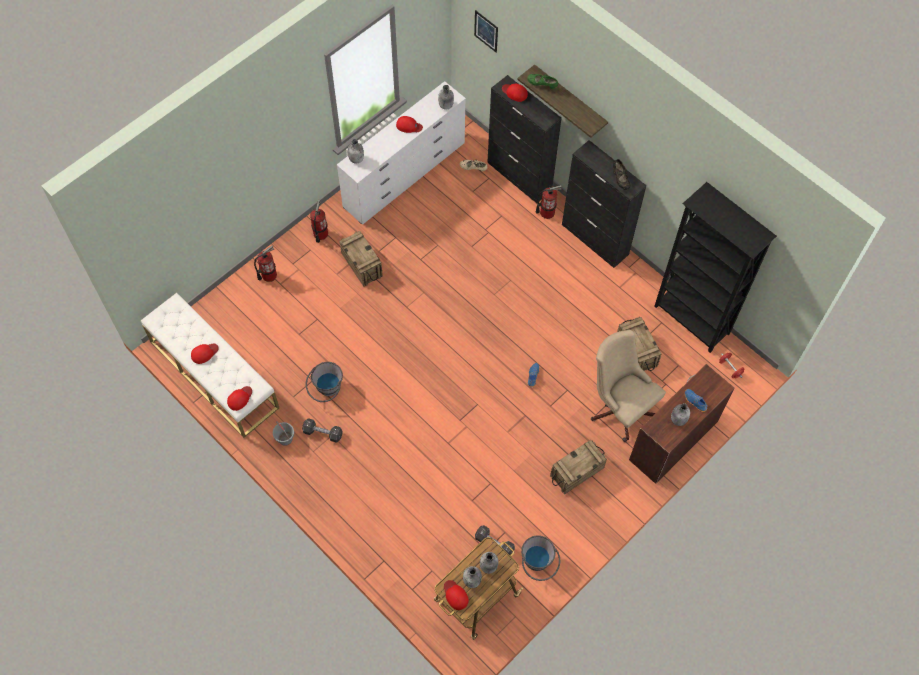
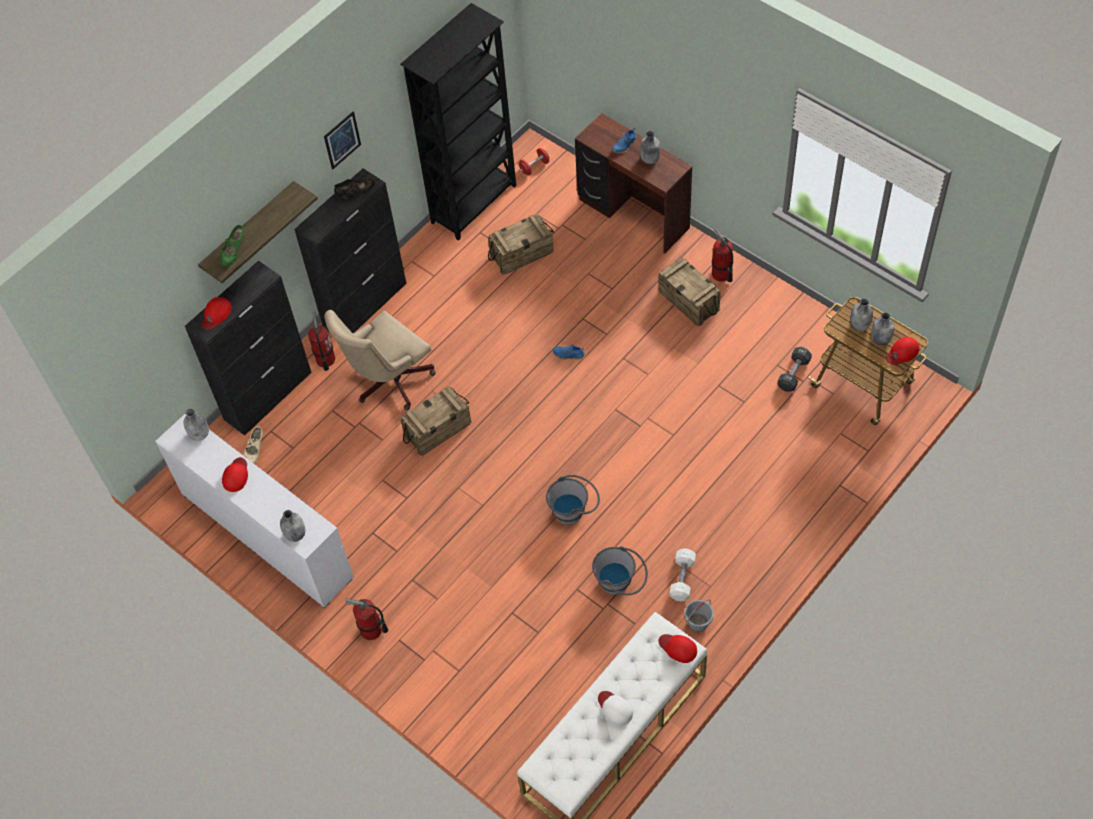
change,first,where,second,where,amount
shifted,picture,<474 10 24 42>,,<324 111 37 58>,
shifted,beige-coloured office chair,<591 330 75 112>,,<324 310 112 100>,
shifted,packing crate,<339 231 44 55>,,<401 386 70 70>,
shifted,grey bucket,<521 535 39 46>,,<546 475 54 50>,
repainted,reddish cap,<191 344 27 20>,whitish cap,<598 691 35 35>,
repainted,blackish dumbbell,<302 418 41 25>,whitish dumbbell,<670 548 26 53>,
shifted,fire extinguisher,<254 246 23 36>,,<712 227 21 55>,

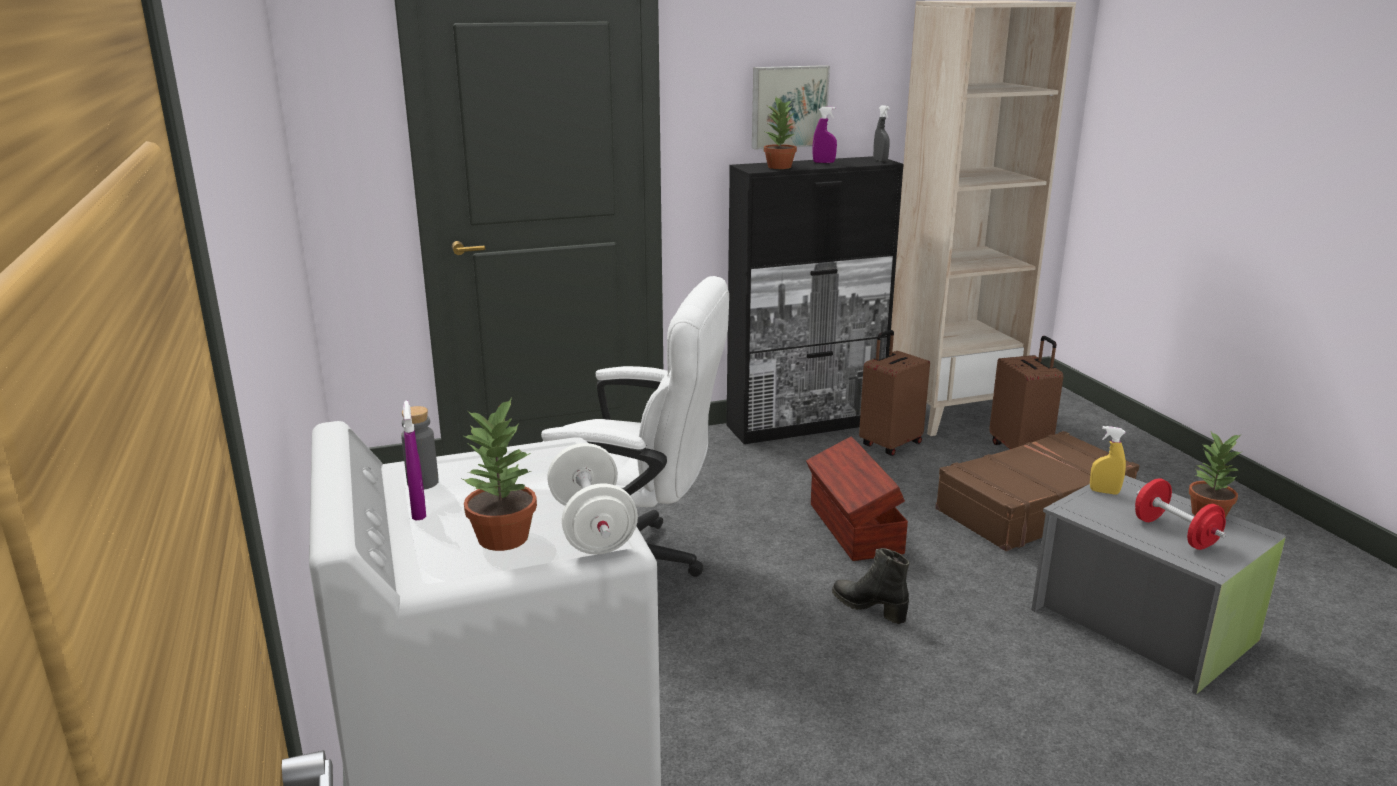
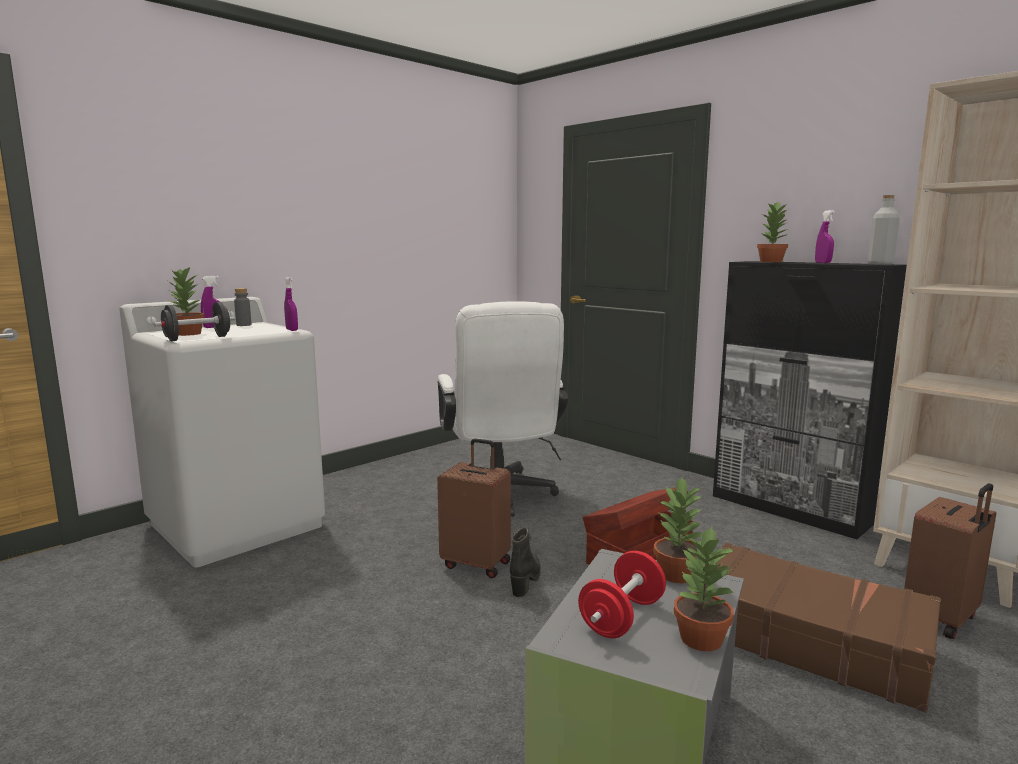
change,first,where,second,where,amount
repainted,whitish dumbbell,<547 443 91 112>,blackish dumbbell,<154 302 81 39>,
new,,,purplish hand sprayer,<284 277 14 54>,
shifted,brownish suitcase,<859 330 71 126>,,<437 438 74 140>,
swapped,yellow-coloured hand sprayer,<1090 426 36 69>,potted plant,<653 477 50 106>,
swapped,grey hand sprayer,<873 105 17 57>,grey drink bottle,<868 195 32 70>,
gone,picture,<752 65 78 85>,,,

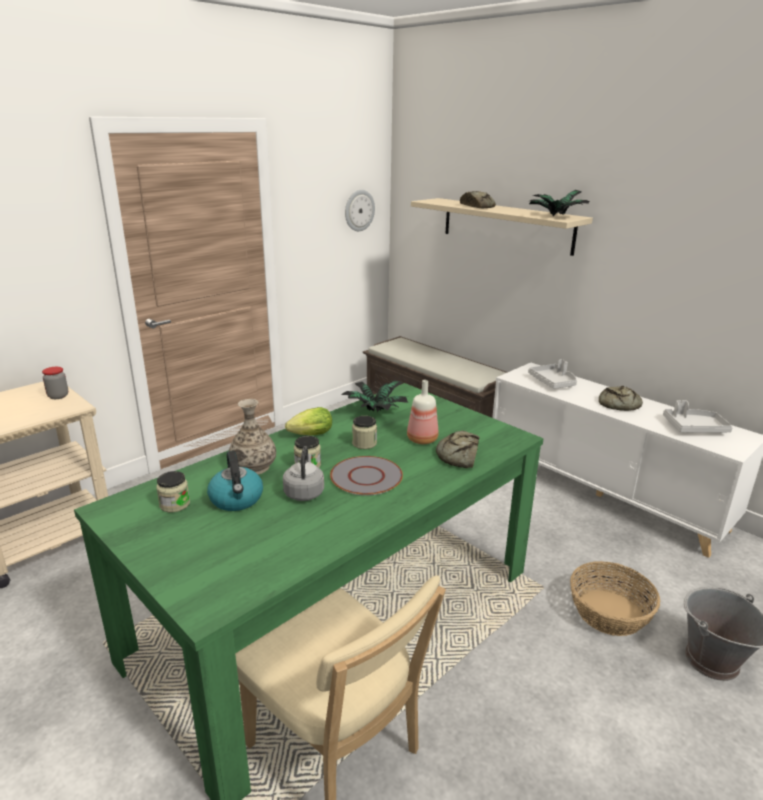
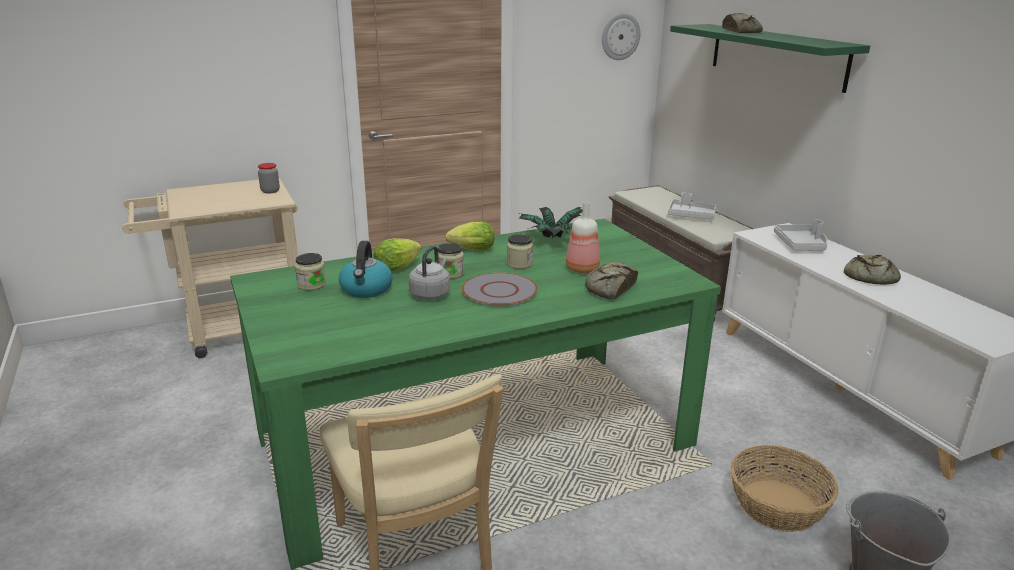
change,first,where,second,where,amount
swapped,vase,<229 399 47 76>,lettuce head,<374 238 48 33>,
shifted,grey tray,<663 401 69 32>,,<668 192 48 28>,
repainted,beige-coloured shelf,<411 198 182 58>,green-coloured shelf,<670 24 200 69>,
gone,potted plant,<529 190 61 26>,,,

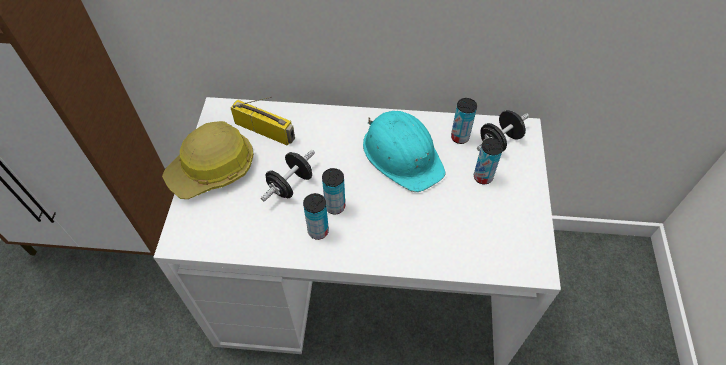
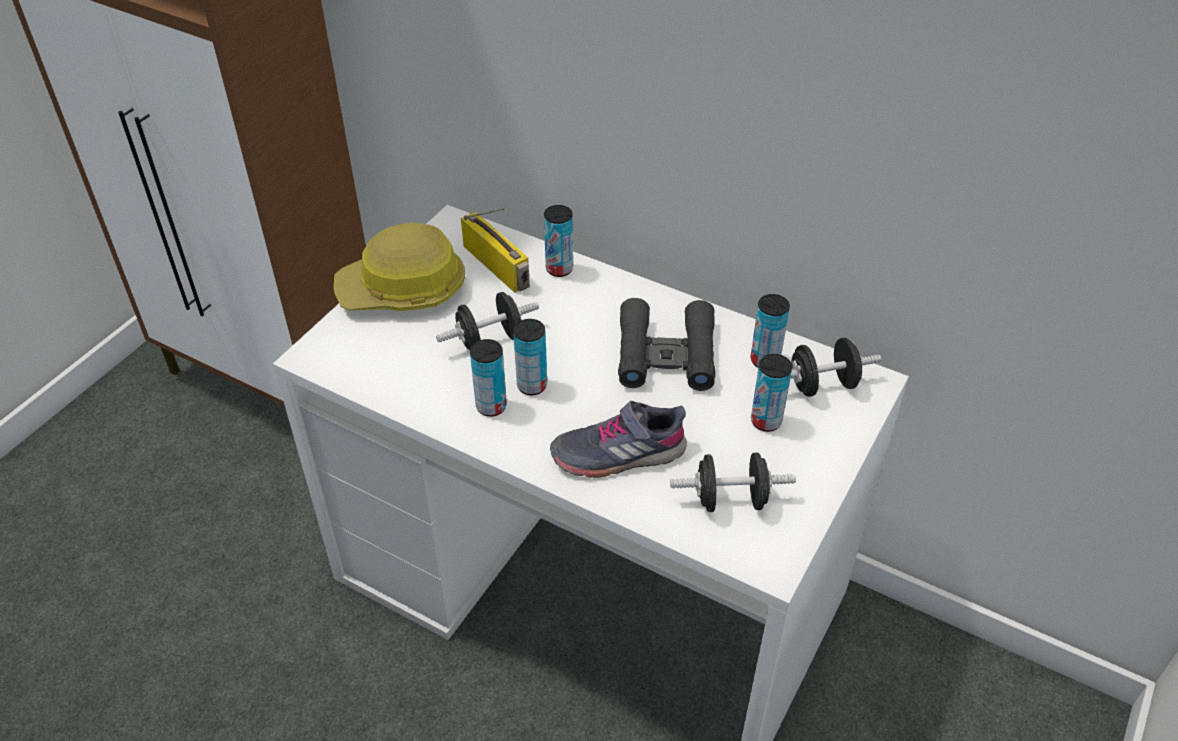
change,first,where,second,where,amount
new,,,metal can,<544 205 29 72>,
new,,,grey shoe,<550 401 137 77>,
swapped,turquoise safety helmet,<363 111 83 81>,blackish field glasses,<618 298 98 93>,
new,,,blackish dumbbell,<670 452 126 60>,

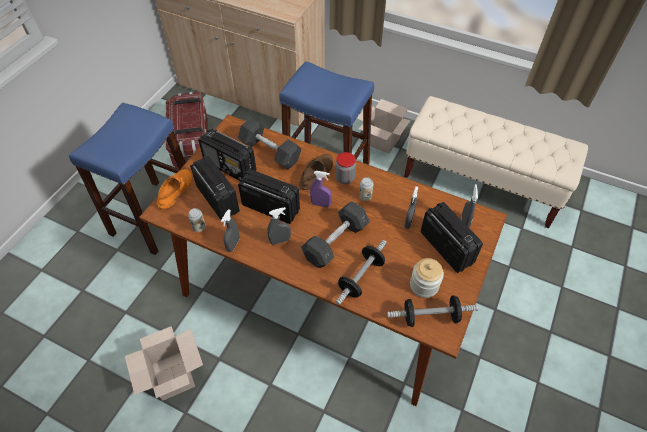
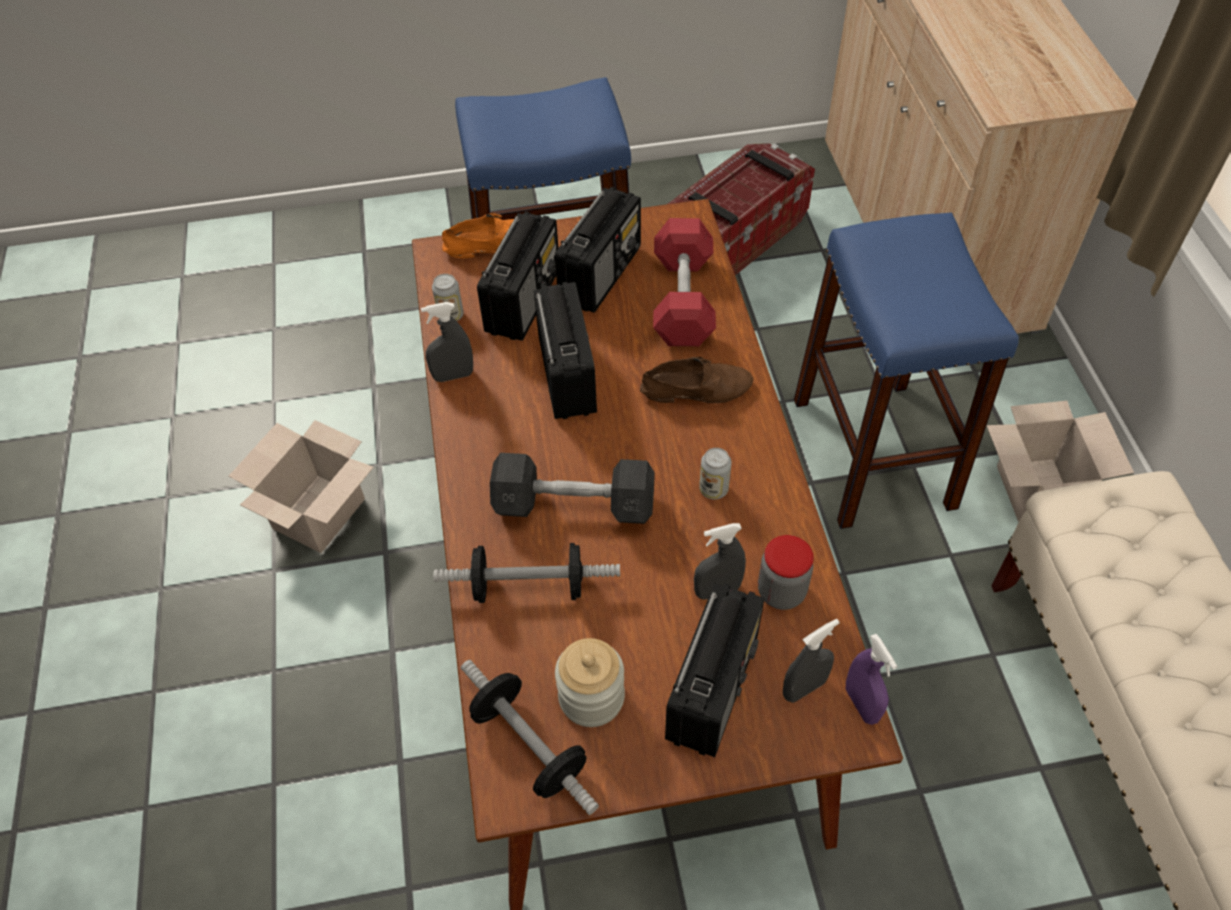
change,first,where,second,where,amount
rotated,radio set,<198 129 58 51>,,<555 187 86 126>,150 degrees counterclockwise
repainted,grey dumbbell,<238 118 63 51>,reddish dumbbell,<653 218 63 128>,
shifted,jar,<335 152 21 32>,,<758 535 56 75>,
shifted,purplish hand sprayer,<310 171 22 36>,,<846 634 52 91>,
gone,grey hand sprayer,<267 207 24 38>,,,

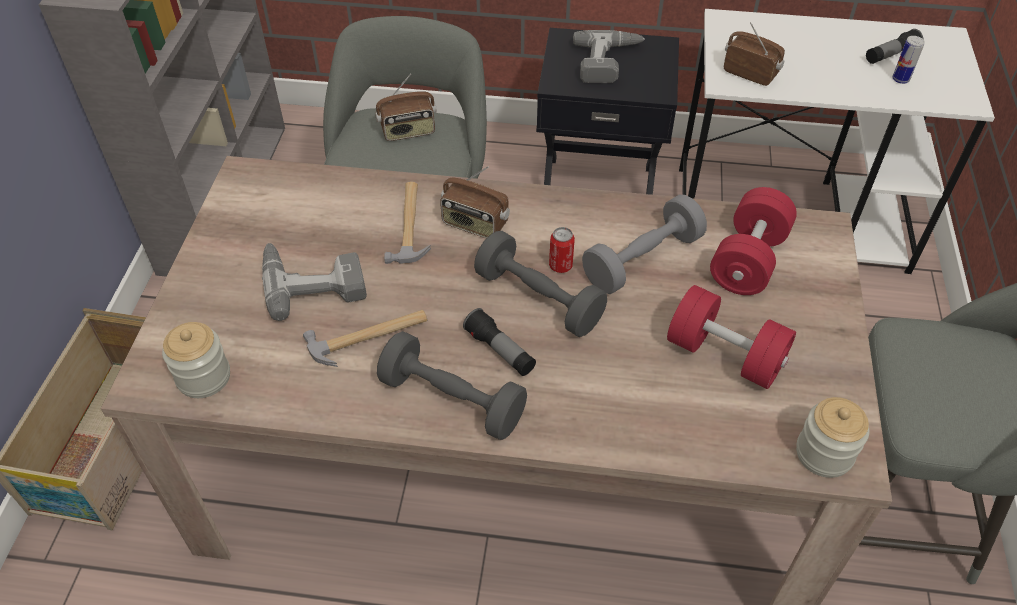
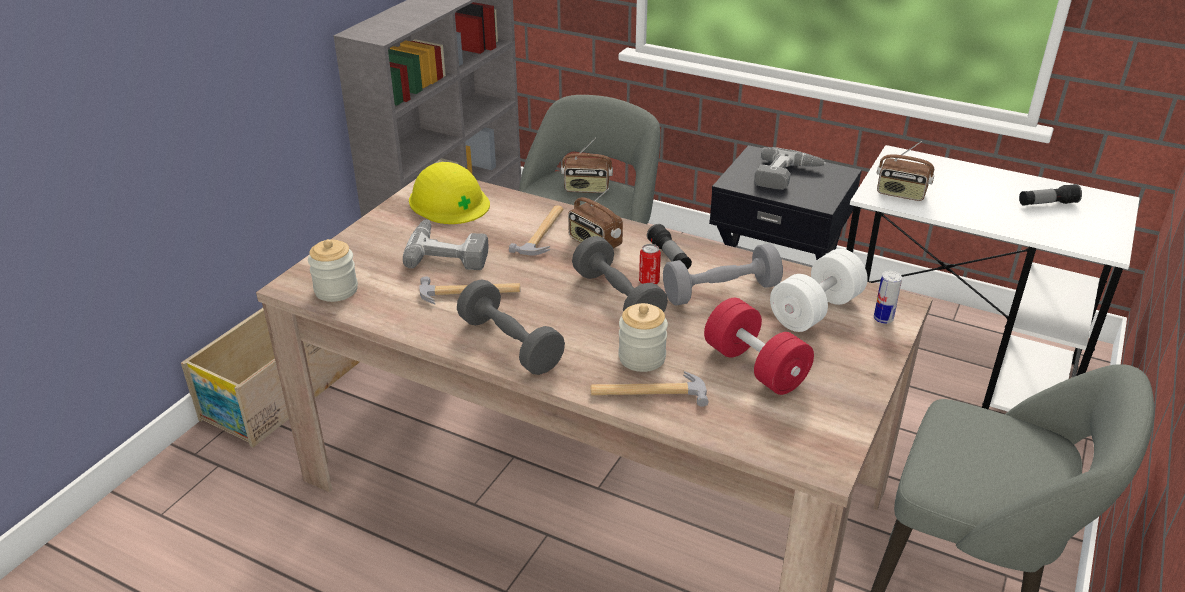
change,first,where,second,where,amount
new,,,yellow-coloured safety helmet,<409 162 81 62>,
new,,,hammer,<590 371 119 35>,
shifted,jar,<796 397 73 81>,,<618 303 50 69>,
shifted,flashlight,<463 308 73 68>,,<647 224 45 45>,
repainted,reddish dumbbell,<710 187 87 108>,whitish dumbbell,<770 249 98 83>,
shifted,metal can,<892 36 33 48>,,<874 271 28 53>,
rotated,radio set,<724 22 61 64>,,<877 141 57 60>,150 degrees clockwise

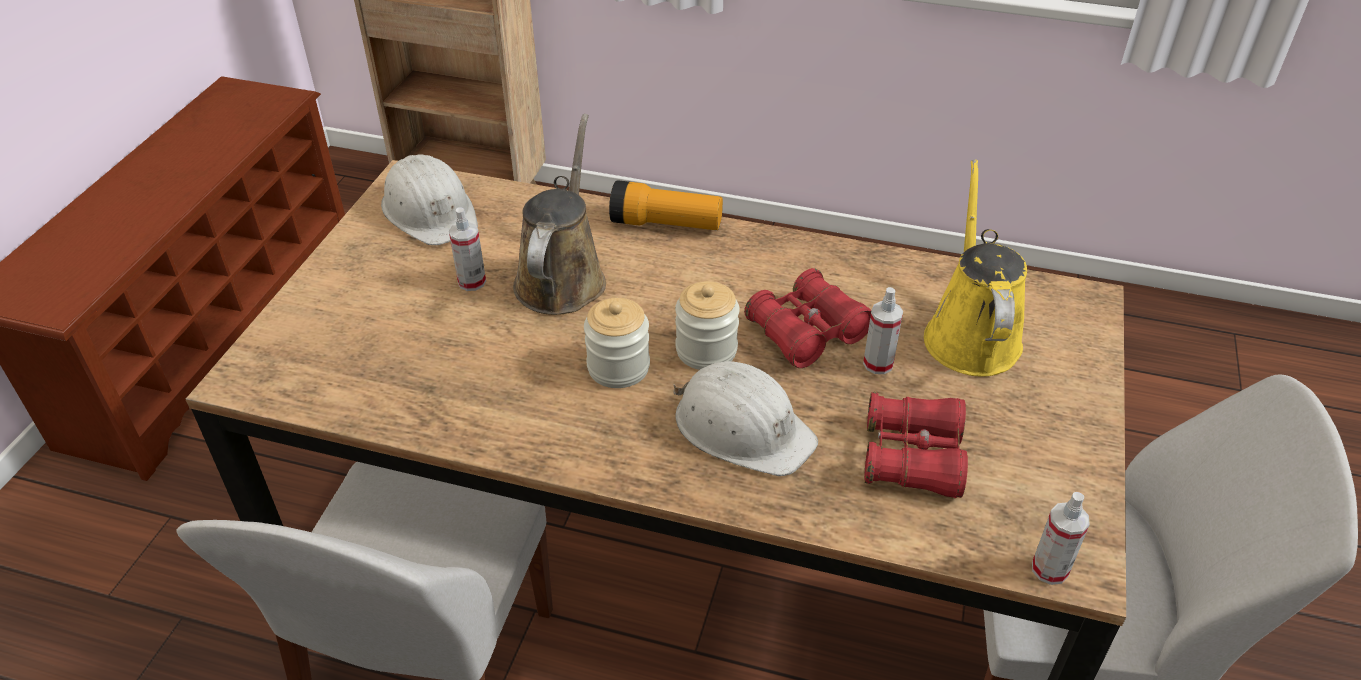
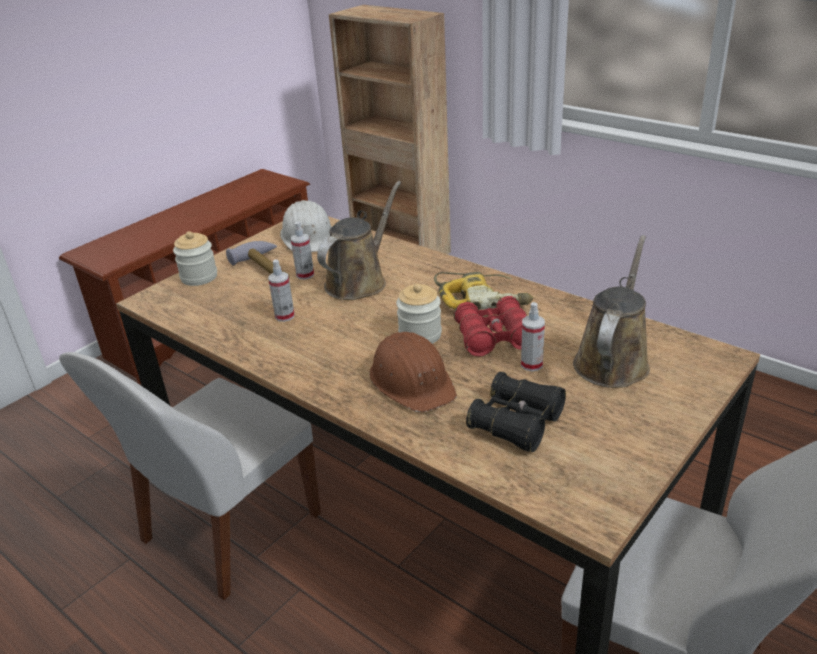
change,first,where,second,where,amount
shifted,jar,<584 298 66 90>,,<173 231 44 55>,
new,,,hammer,<226 241 63 35>,
shifted,hand sprayer,<1032 492 58 93>,,<268 259 27 63>,
repainted,whitish safety helmet,<673 361 145 115>,brownish safety helmet,<369 332 88 80>,
new,,,power drill,<434 272 99 38>,
repainted,reddish field glasses,<864 392 104 106>,blackish field glasses,<466 372 100 80>,
repainted,yellow-coloured watering pot,<924 159 103 218>,brownish watering pot,<573 235 77 153>,
gone,flashlight,<609 180 114 50>,,,

